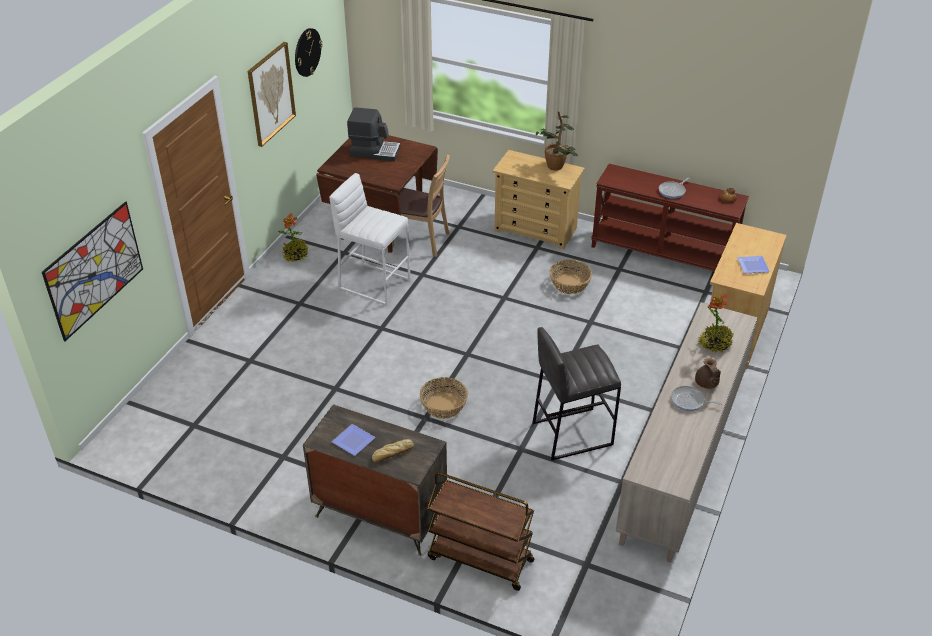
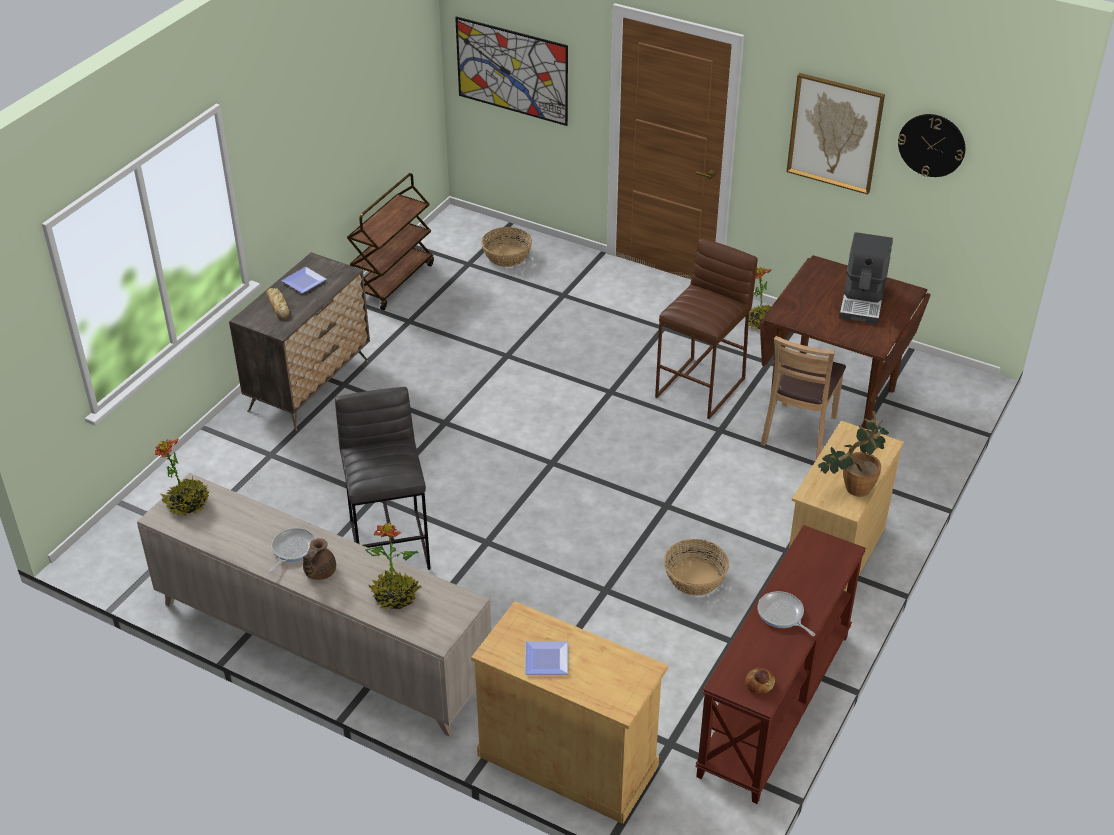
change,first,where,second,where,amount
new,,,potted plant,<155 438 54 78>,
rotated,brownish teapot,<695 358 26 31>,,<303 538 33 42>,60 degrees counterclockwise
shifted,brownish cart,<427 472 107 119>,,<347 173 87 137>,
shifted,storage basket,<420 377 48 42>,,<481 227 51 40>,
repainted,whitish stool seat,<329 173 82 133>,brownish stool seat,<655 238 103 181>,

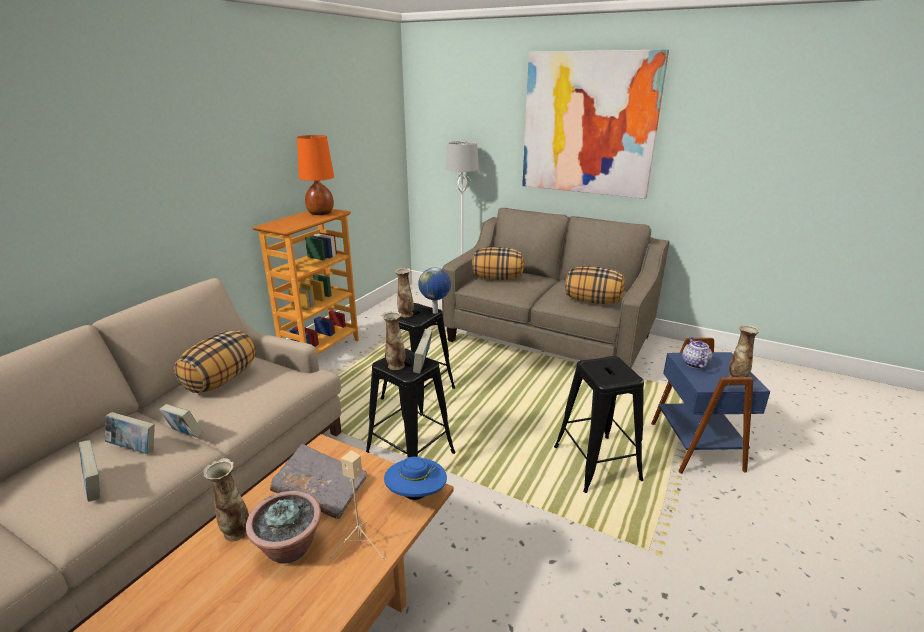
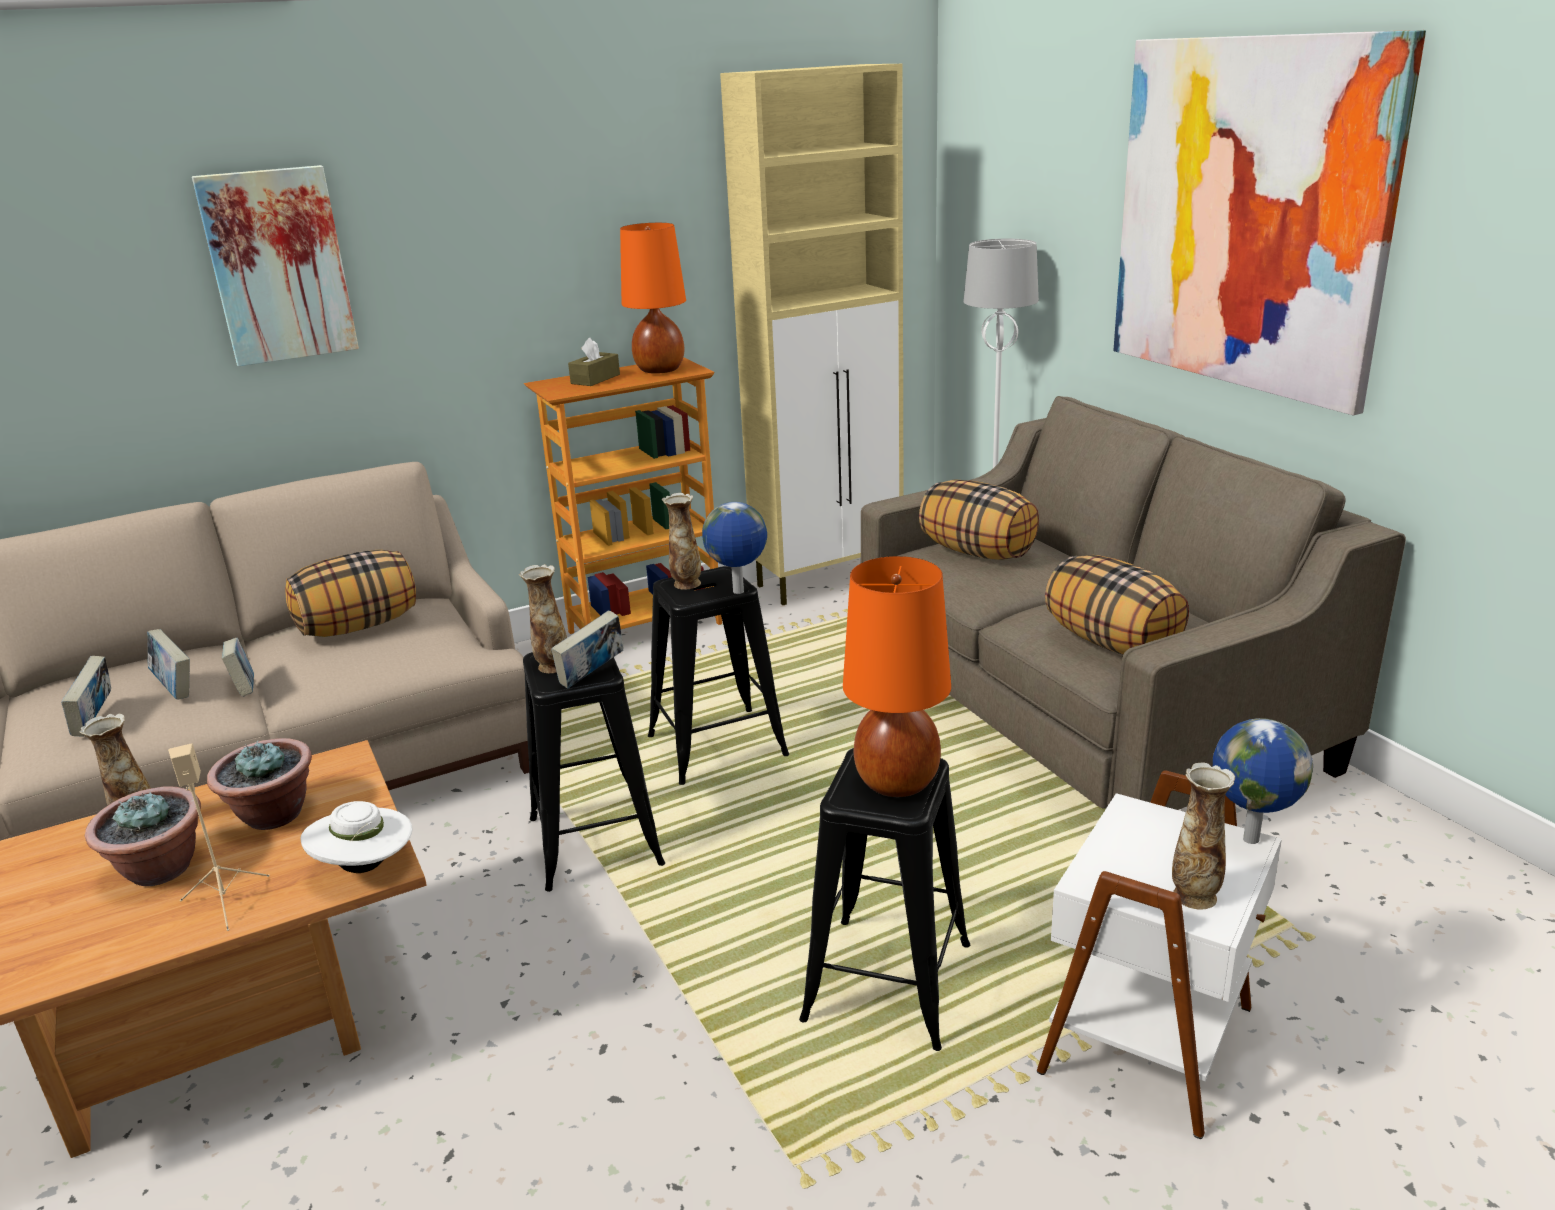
change,first,where,second,where,amount
new,,,picture,<192 165 167 201>,
swapped,grey bound book,<270 444 97 75>,potted plant,<207 738 105 92>,
repainted,bluish wearable hat,<384 457 63 43>,whitish wearable hat,<301 801 111 72>,
new,,,brownish box of tissues,<568 338 52 48>,
new,,,beige-coloured cupboard,<720 64 183 541>,
new,,,orange-coloured table lamp,<843 556 108 241>,
repainted,bluish side table,<651 338 119 136>,whitish side table,<1037 770 245 369>,
new,,,globe,<1212 718 101 126>,
gone,teapot,<682 337 30 32>,,,

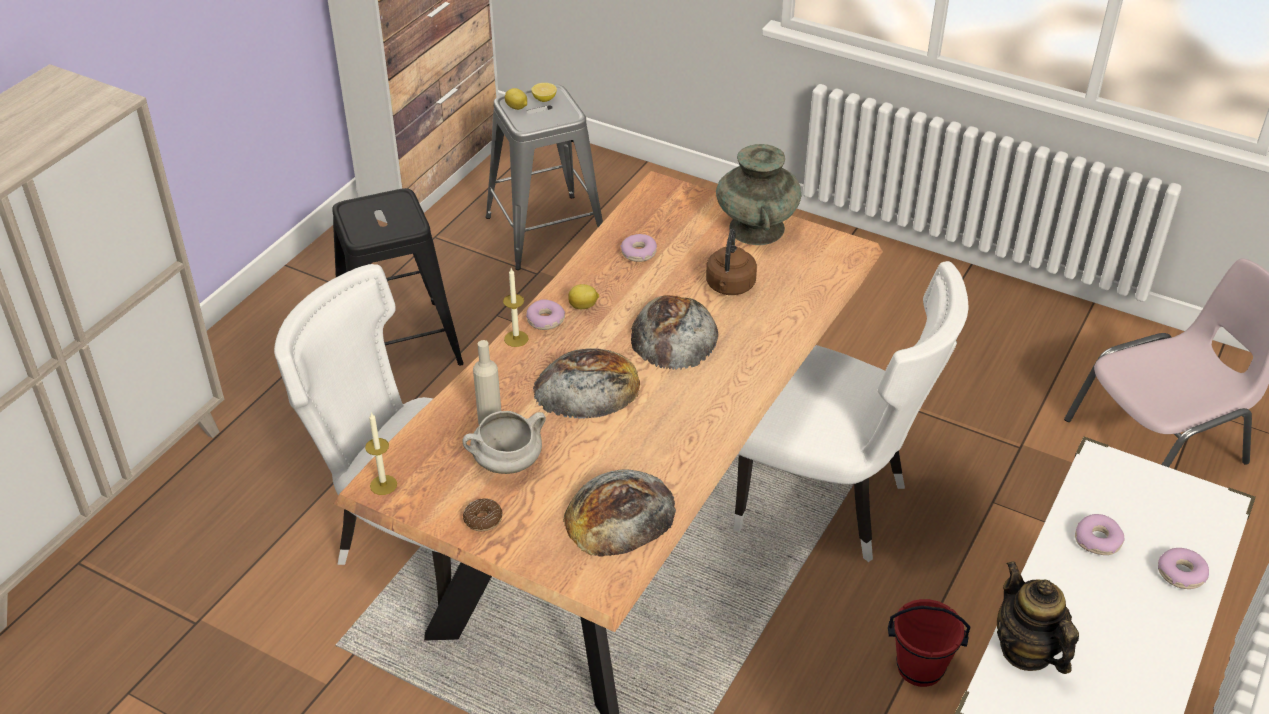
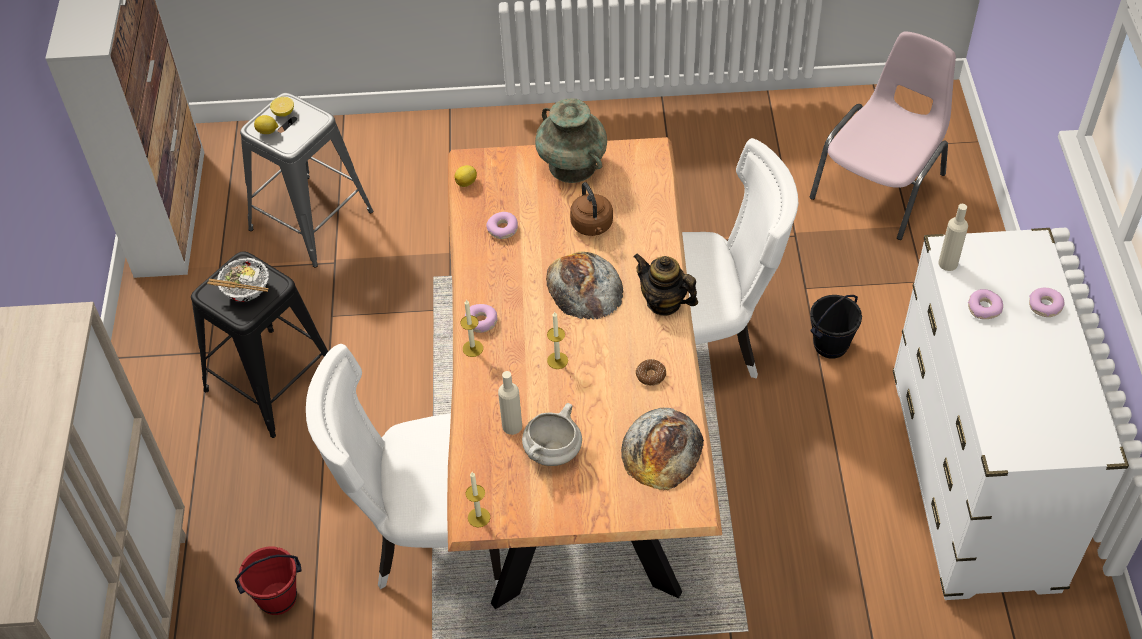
change,first,where,second,where,amount
new,,,bowl,<207 258 62 44>,
shifted,reddish bucket,<888 599 83 88>,,<235 547 67 68>,
shifted,citrus fruit,<568 284 31 25>,,<454 165 23 22>,
swapped,baked bread,<533 348 107 71>,wax light,<547 311 21 58>,
shifted,teapot,<997 561 82 113>,,<633 253 65 63>,
shifted,donut,<463 498 40 33>,,<636 359 30 27>,
new,,,blackish bucket,<810 295 52 64>,
new,,,beige-coloured drink bottle,<938 204 30 67>,

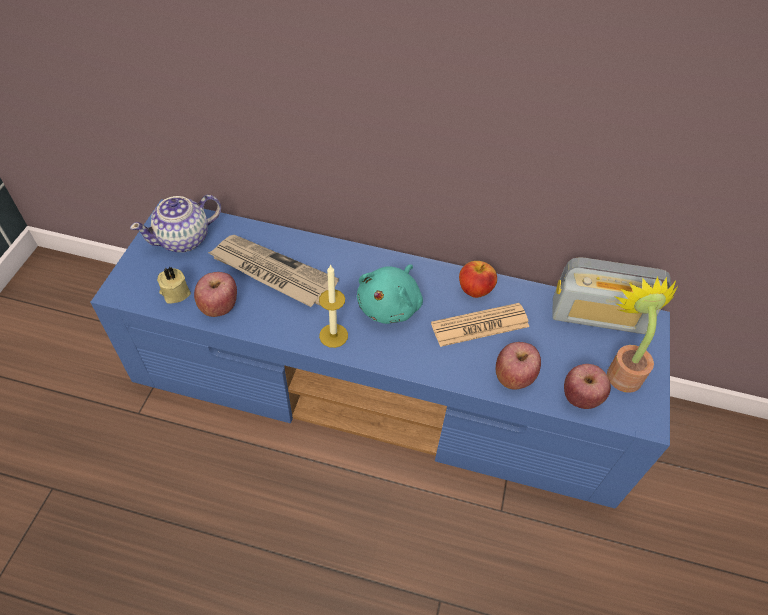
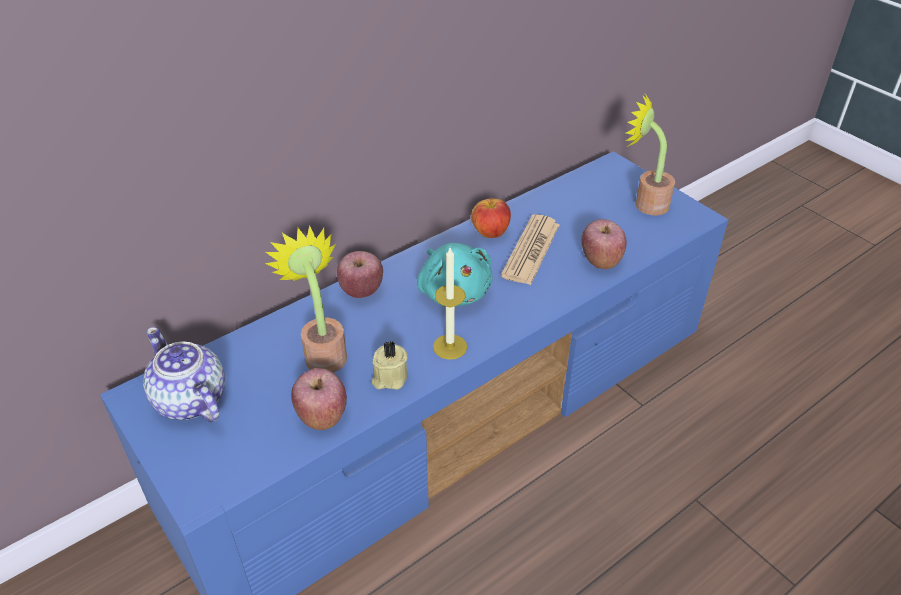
change,first,where,second,where,amount
rotated,teapot,<130 195 91 57>,,<143 327 82 95>,135 degrees clockwise
swapped,newspaper,<207 235 132 72>,potted plant,<265 225 82 148>,
shifted,apple fruit,<564 364 47 45>,,<337 251 46 47>,
shifted,beige-coloured wax light,<157 266 34 38>,,<371 341 36 49>,
gone,radio set,<552 257 119 77>,,,

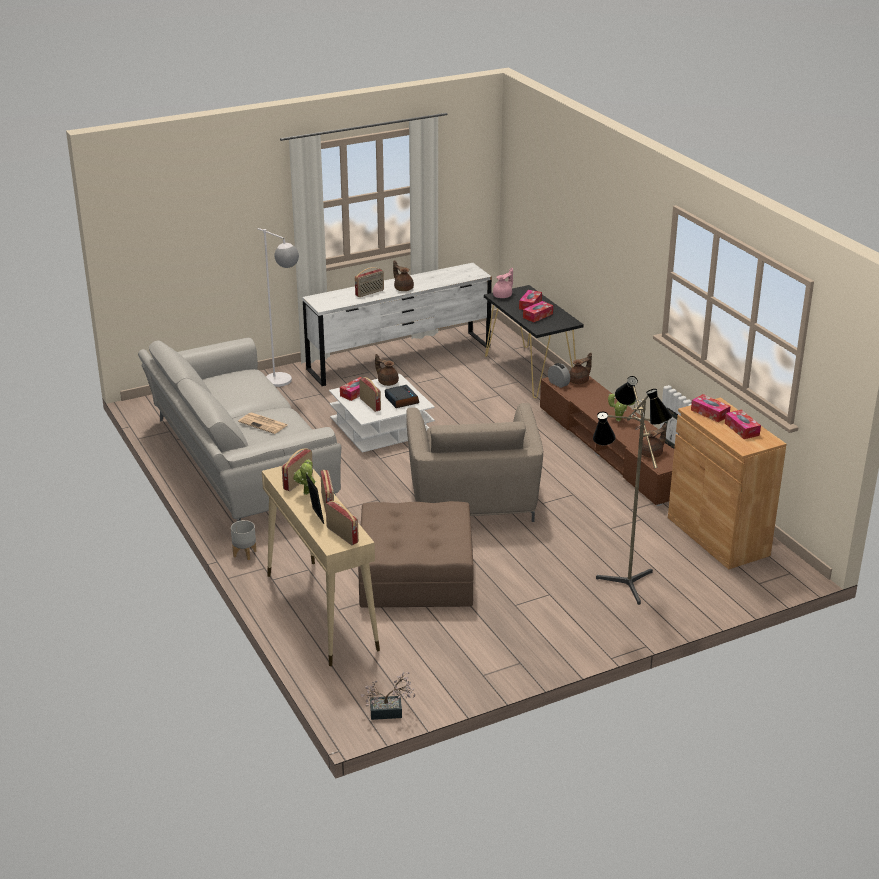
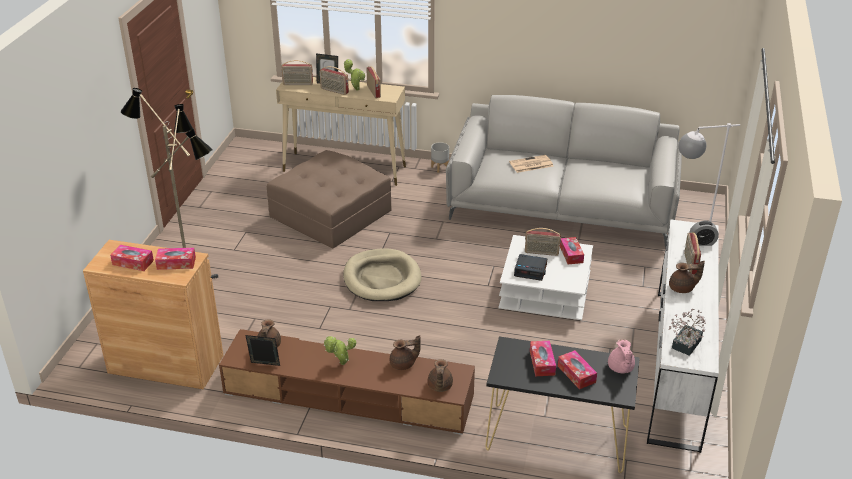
change,first,where,second,where,amount
swapped,beige-coloured easy chair,<406 403 137 119>,beige-coloured dog bed,<343 249 79 52>,
shifted,brownish teapot,<375 354 24 32>,,<390 335 31 35>,
shifted,potted plant,<361 671 55 49>,,<668 309 38 47>,
shifted,bedside clock,<548 363 22 25>,,<689 221 30 25>,

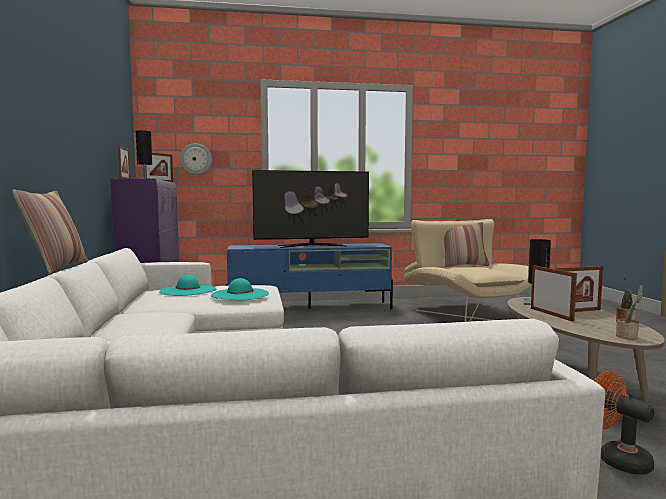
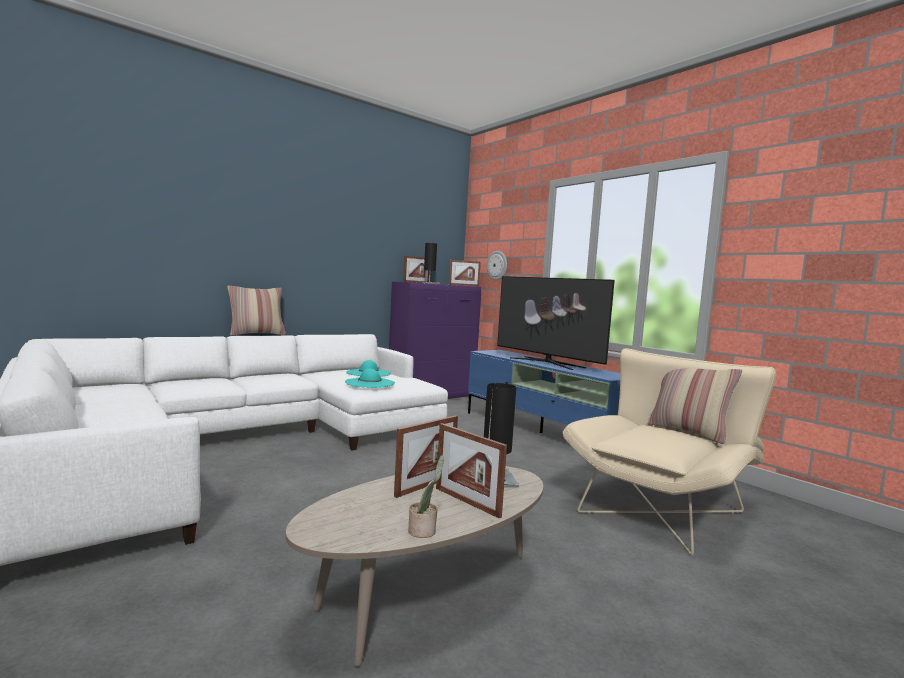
change,first,where,second,where,amount
gone,orange-coloured fan,<594 371 60 104>,,,
gone,potted plant,<616 285 27 54>,,,

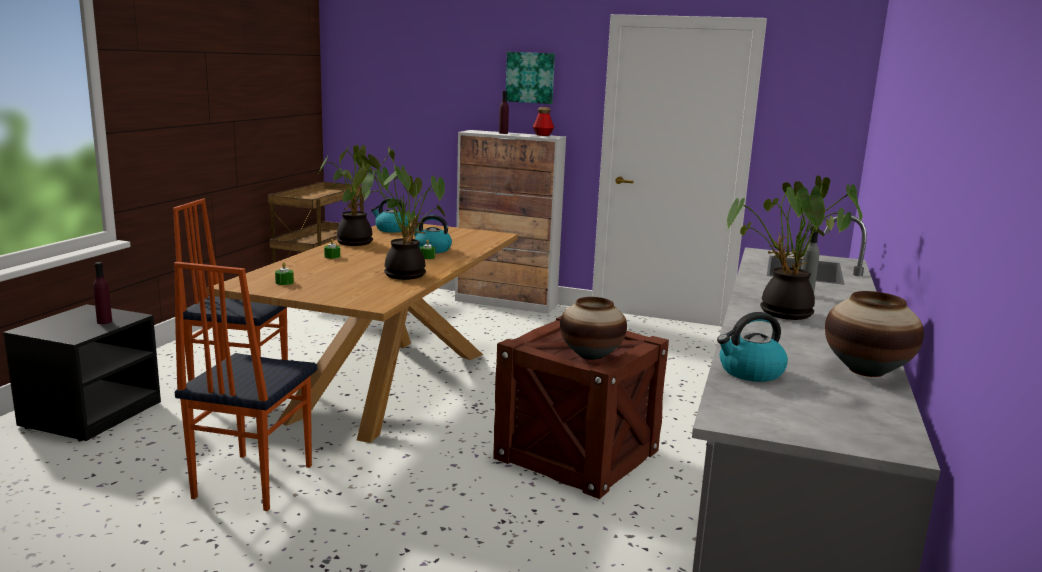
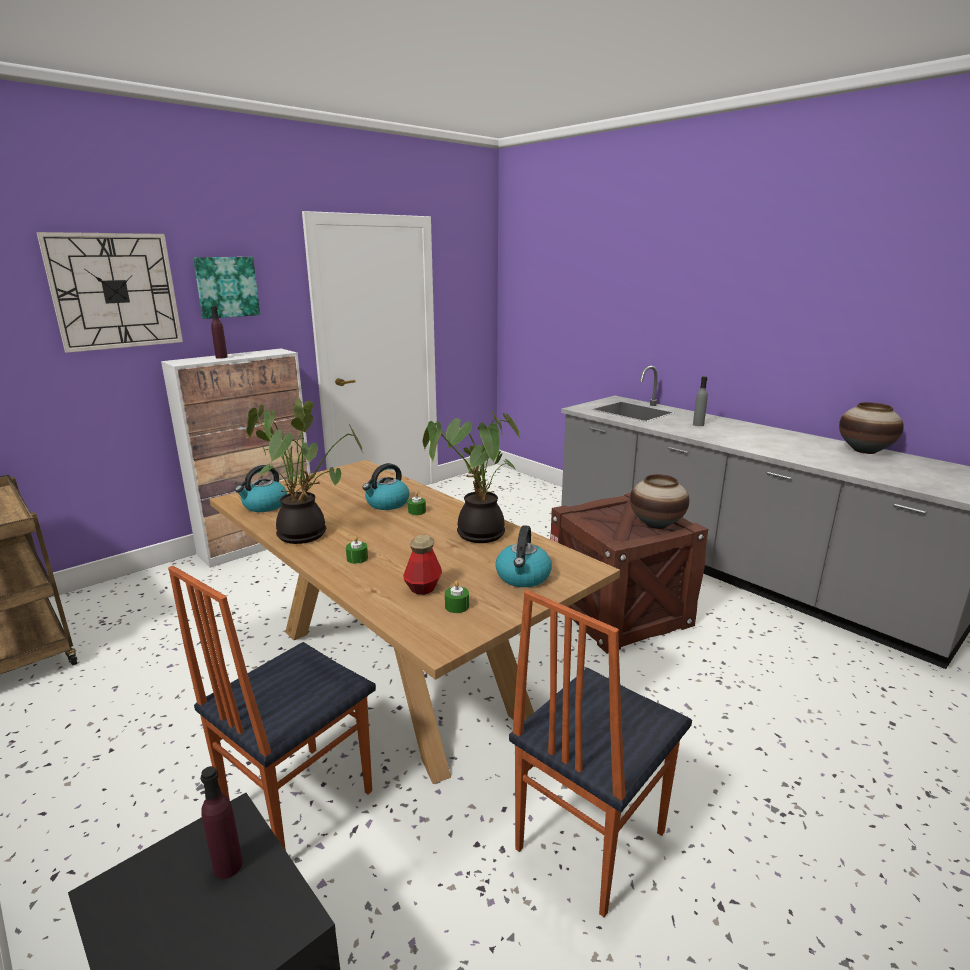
change,first,where,second,where,amount
new,,,clock on the wall,<36 232 147 121>,
shifted,drink bottle,<533 107 21 29>,,<403 535 39 60>,
shifted,water kettle,<717 312 71 70>,,<495 525 57 62>,
rotated,plain chair,<174 262 143 249>,,<509 590 183 327>,90 degrees clockwise
gone,potted plant,<727 175 136 145>,,,

